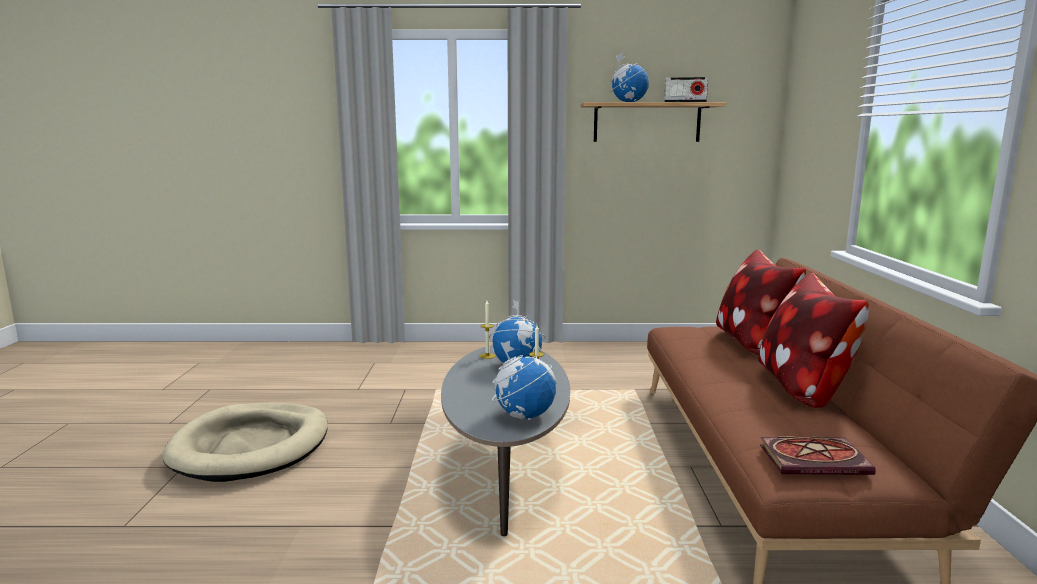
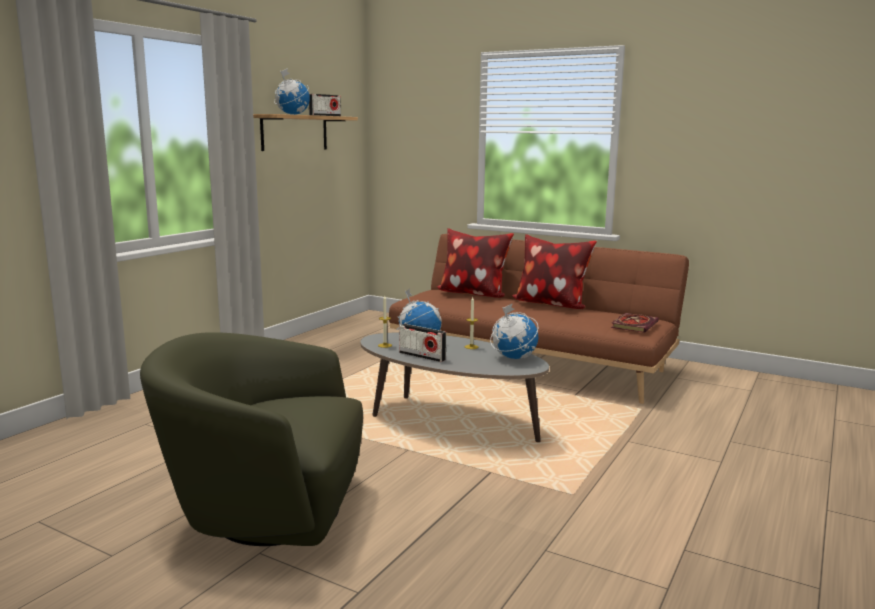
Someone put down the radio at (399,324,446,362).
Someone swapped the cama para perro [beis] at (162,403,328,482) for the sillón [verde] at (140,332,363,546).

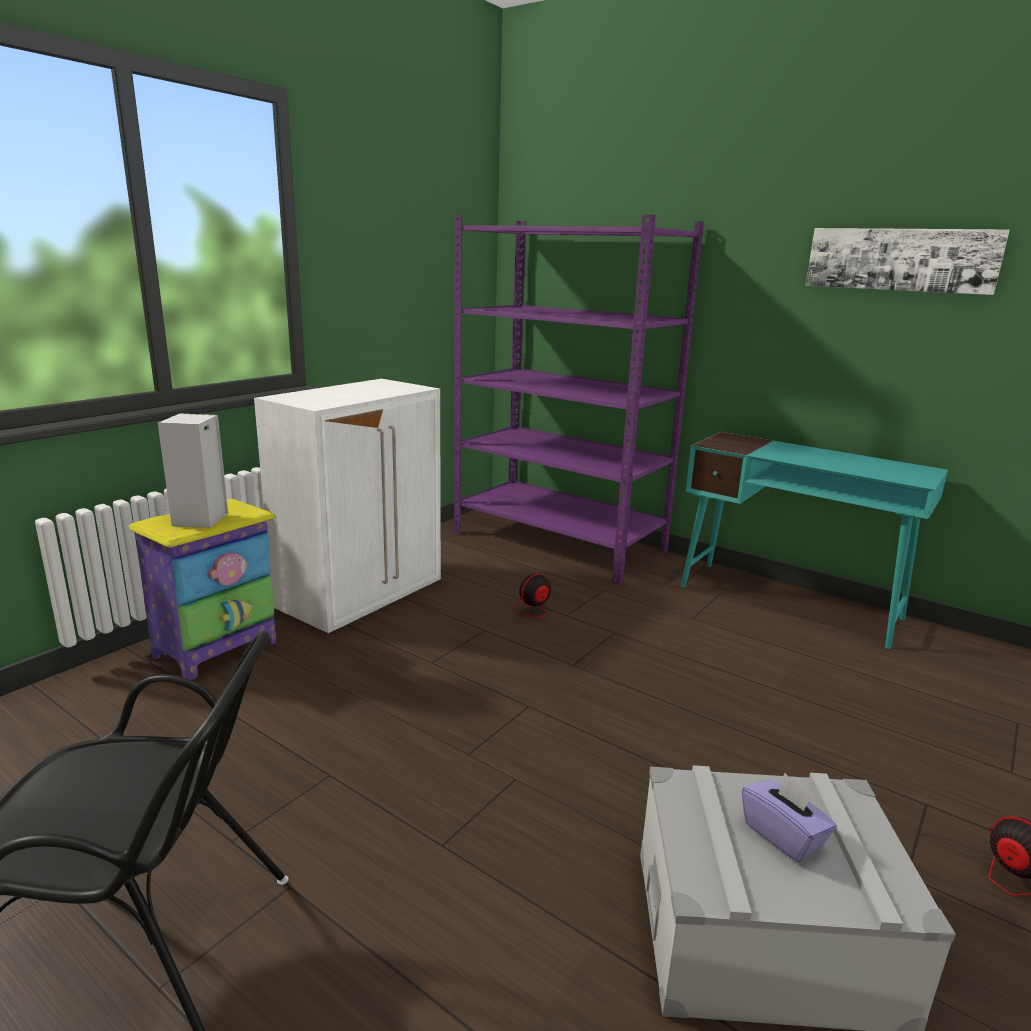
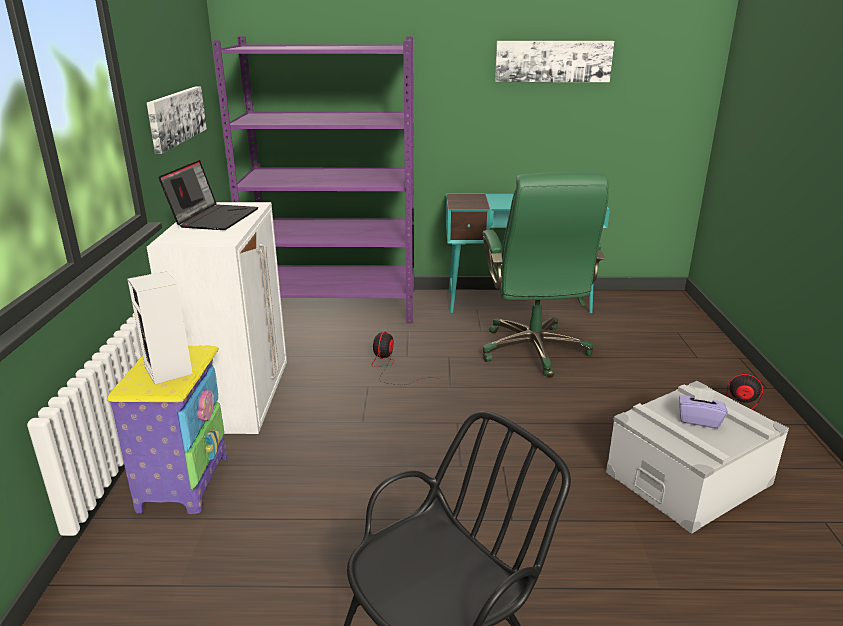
Someone put up the cuadro at (147,86,207,154).
Someone put down the portátil at (158,160,258,230).
Someone put down the silla de oficina [verde] at (483,172,609,378).

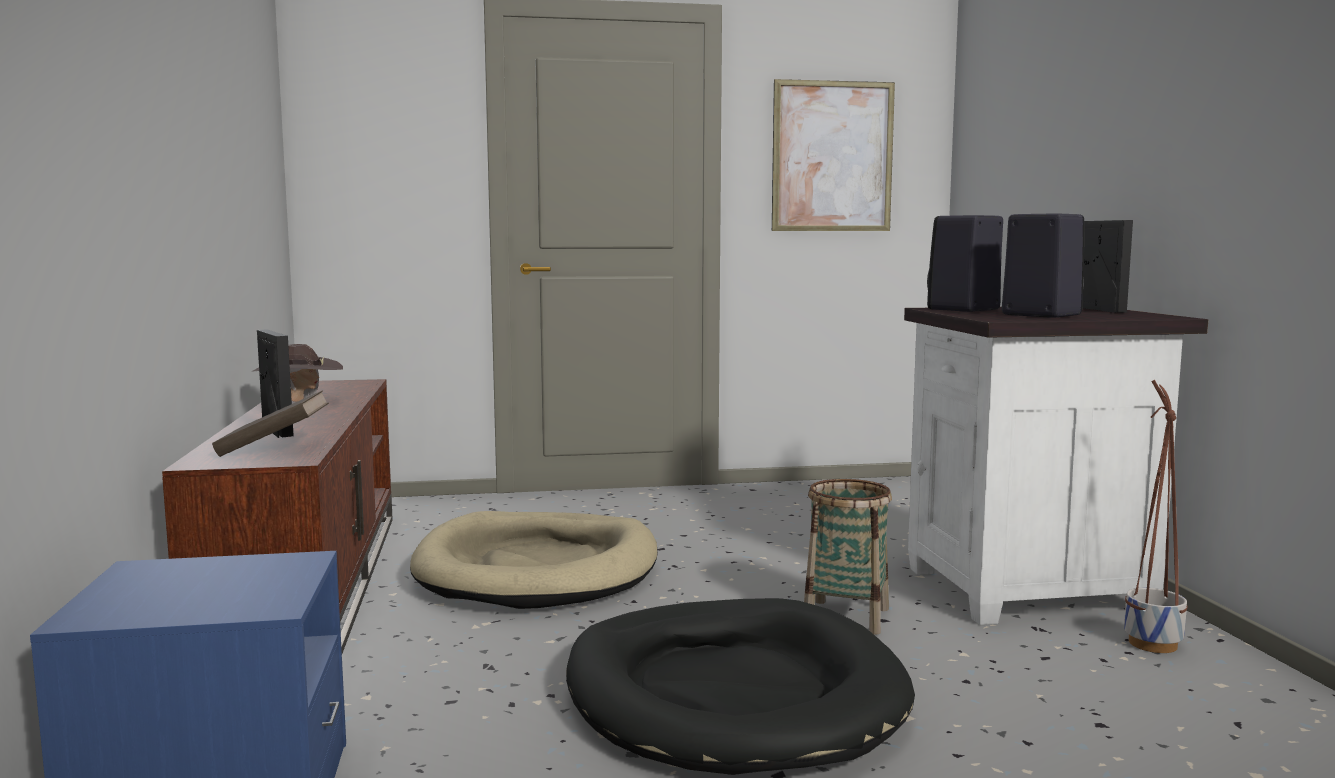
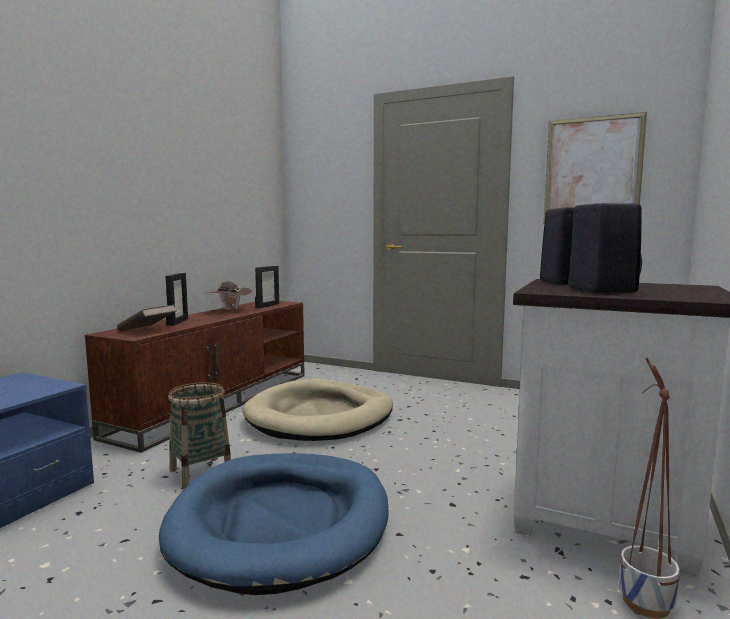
Someone carried the cesta from (804,479,892,635) to (168,382,231,488).
Someone carried the portarretratos from (1082,220,1133,313) to (255,266,279,308).
Someone repainted the cama para perro [negro] at (566,598,915,775), which became the cama para perro [azul] at (159,453,389,595).

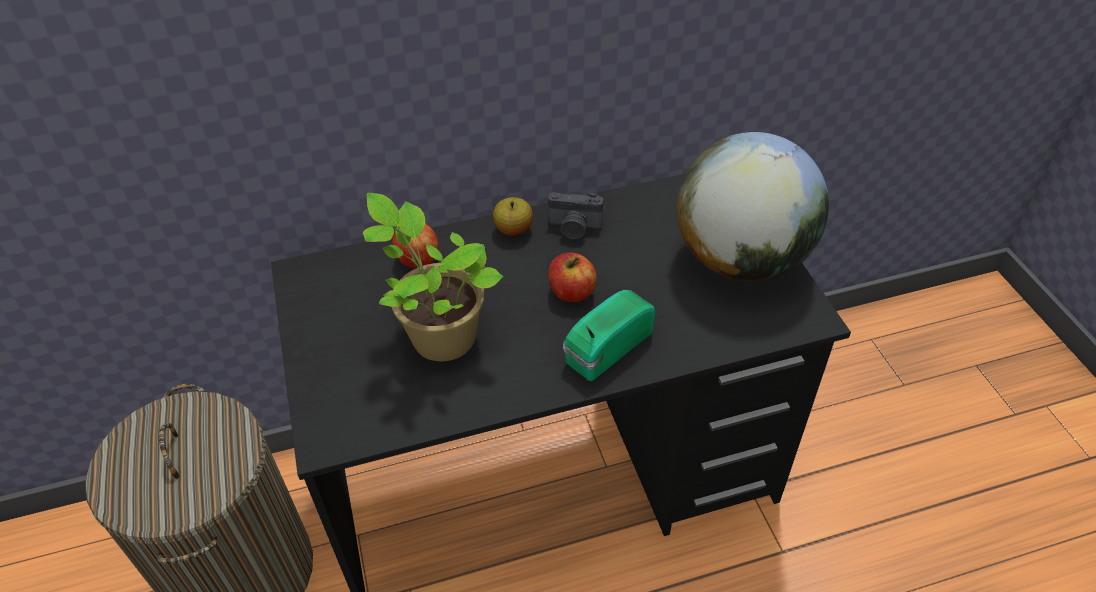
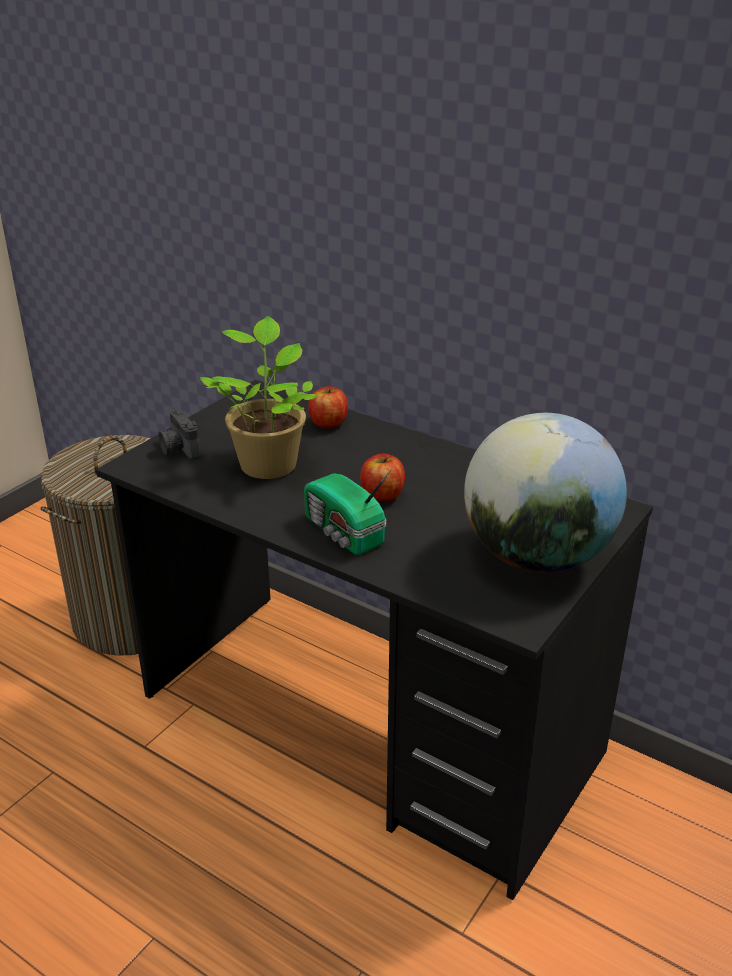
Someone took away the manzana at (493,197,533,236).
Someone carried the cámara from (548,192,603,240) to (158,409,200,460).
Someone rotated the radio at (563,290,656,381) by 135 degrees counterclockwise.

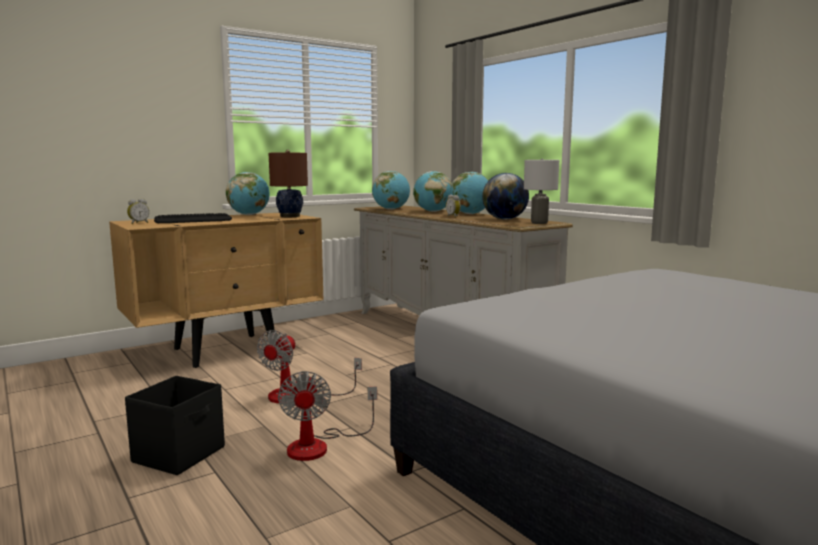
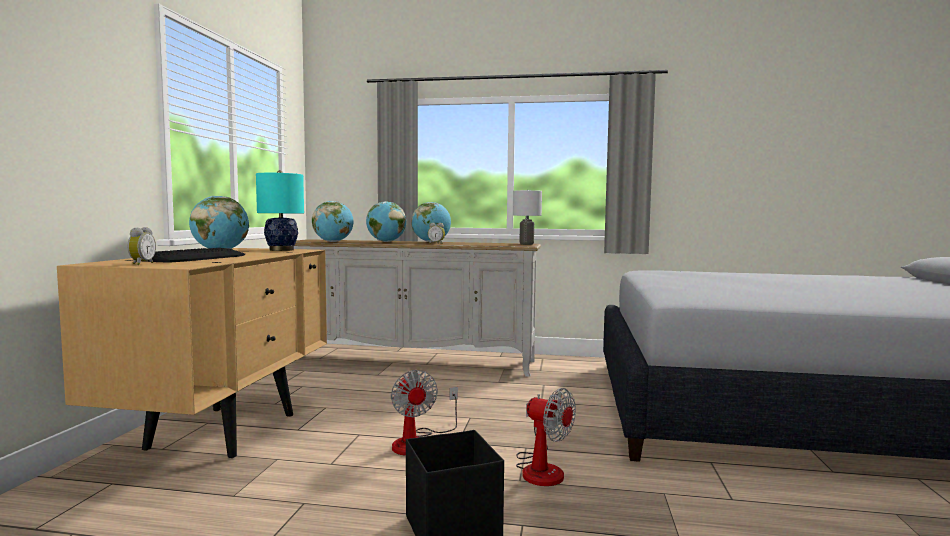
Someone took away the globo terráqueo at (482,173,529,220).
Someone repainted the lámpara de mesa [marrón] at (269,150,308,217), which became the lámpara de mesa [turquesa] at (256,170,304,251).

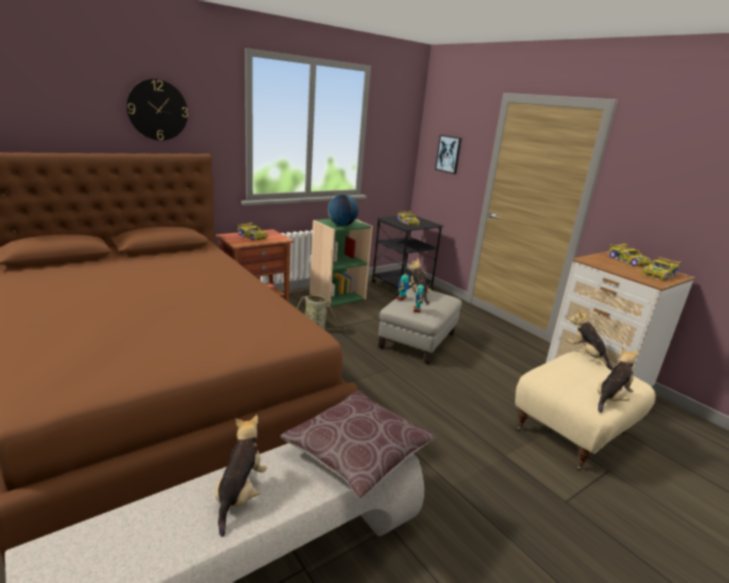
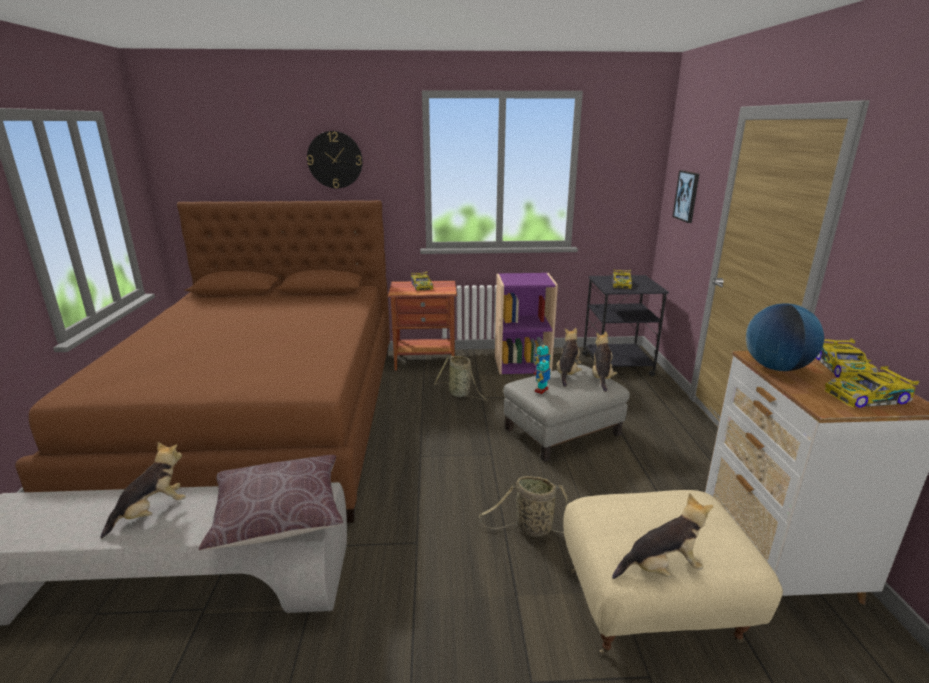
Someone put down the cesta at (479,476,567,537).
Someone carried the globo terráqueo from (328,194,359,226) to (746,303,824,371).
Someone carried the peluche from (568,309,613,371) to (592,331,618,392).
Someone repainted the estantería [verde] at (310,219,373,307), which became the estantería [morado] at (495,273,558,374).

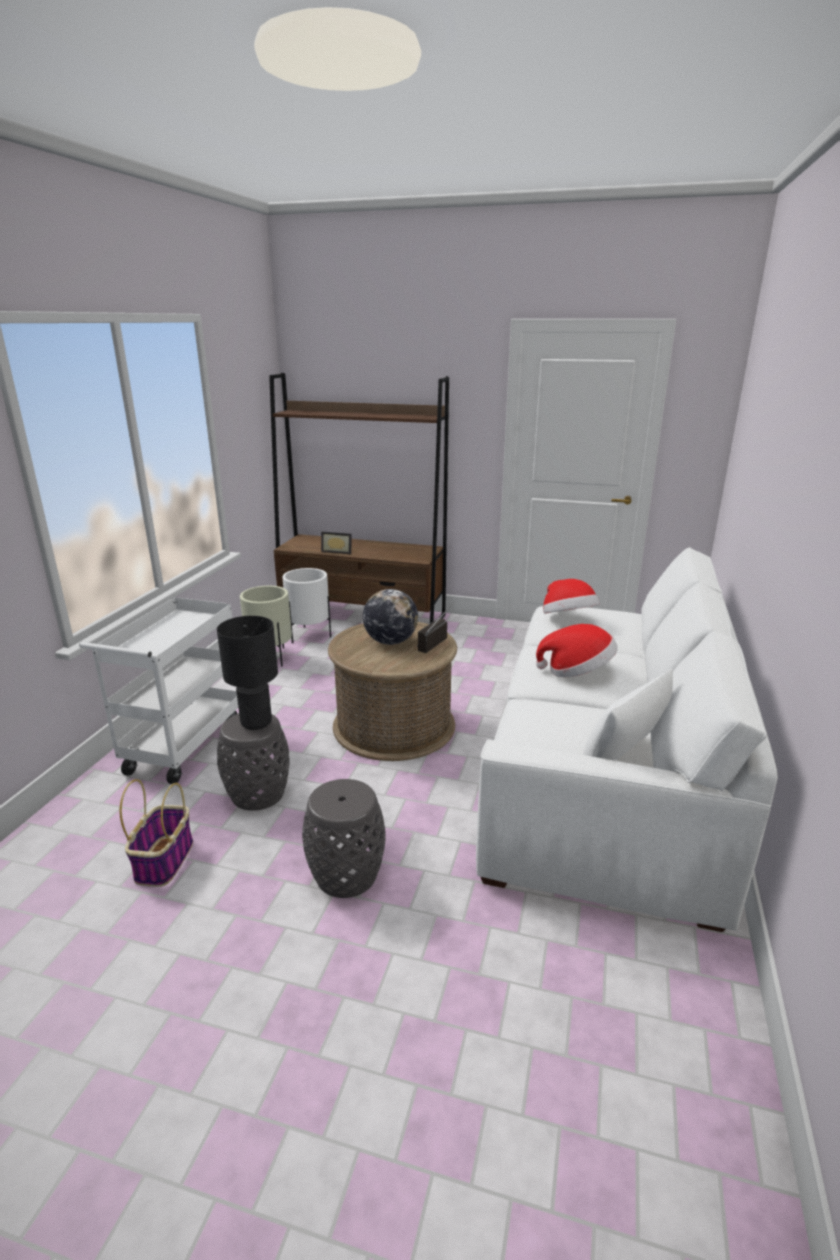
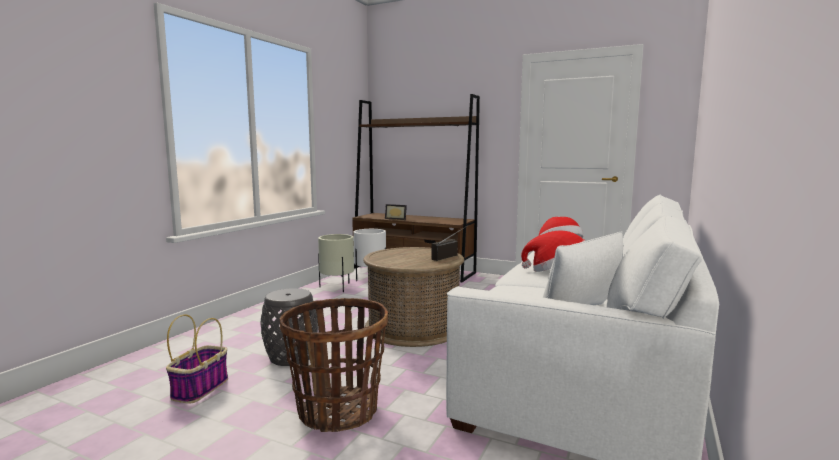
Someone took away the carrito [blanco] at (79,598,238,784).
Someone took away the lámpara de mesa [negro] at (217,616,278,730).
Someone took away the globo terráqueo at (363,589,418,645).
Someone swapped the taburete [gris] at (302,779,386,898) for the cesta at (280,298,388,432).

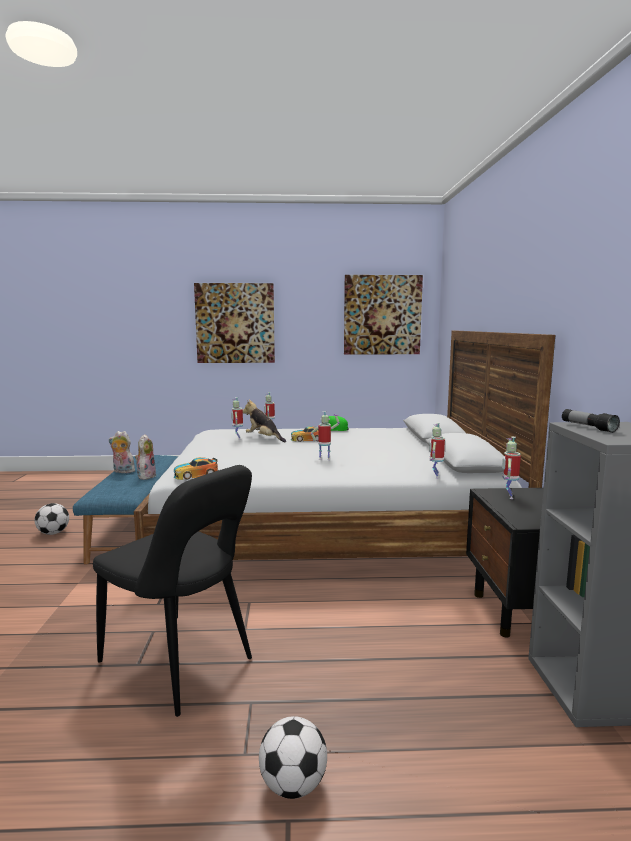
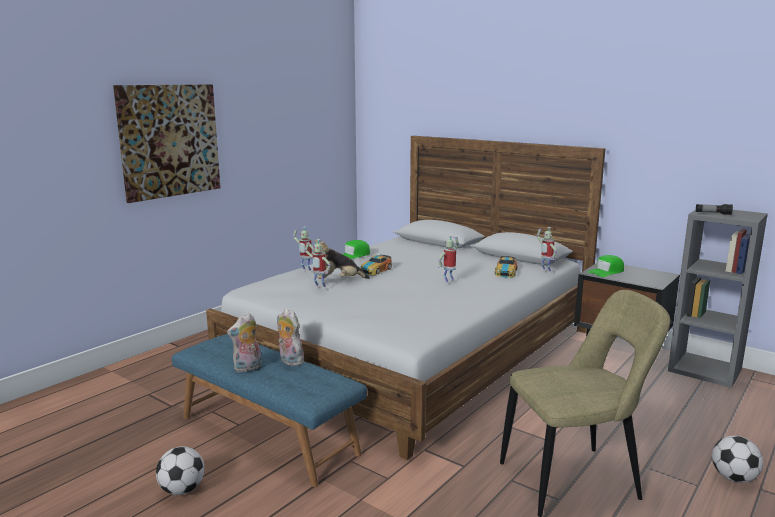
Someone took away the cuadro at (344,275,423,354).
Someone carried the coche de juguete from (174,457,218,480) to (495,256,518,278).
Someone swapped the robot de juguete at (502,437,521,499) for the gorra [verde] at (587,255,624,277).
Someone repainted the silla [negro] at (93,465,252,717), which became the silla [beis] at (500,290,670,517).

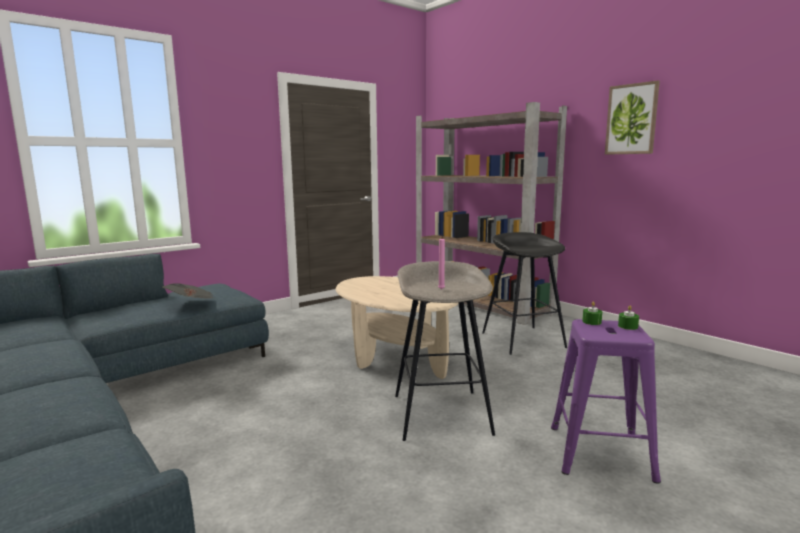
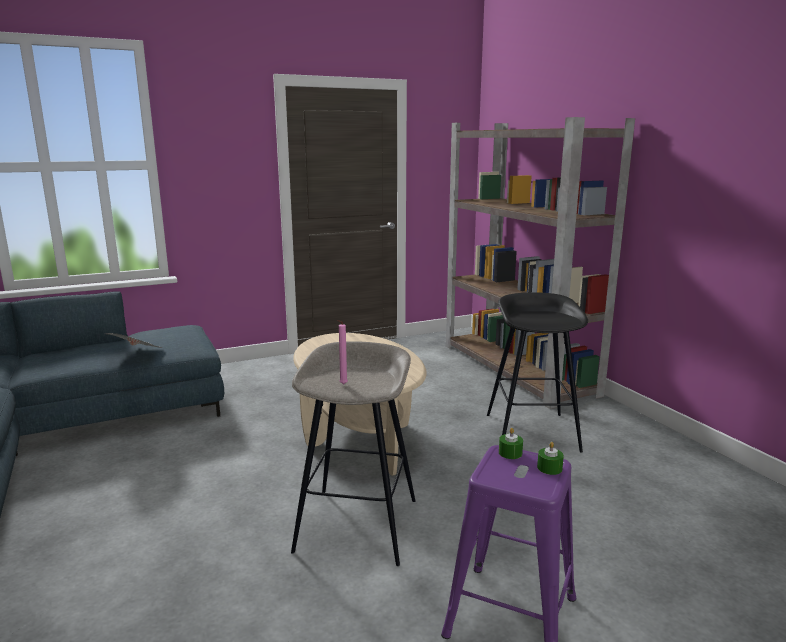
Someone took away the cuadro at (605,80,660,155).

